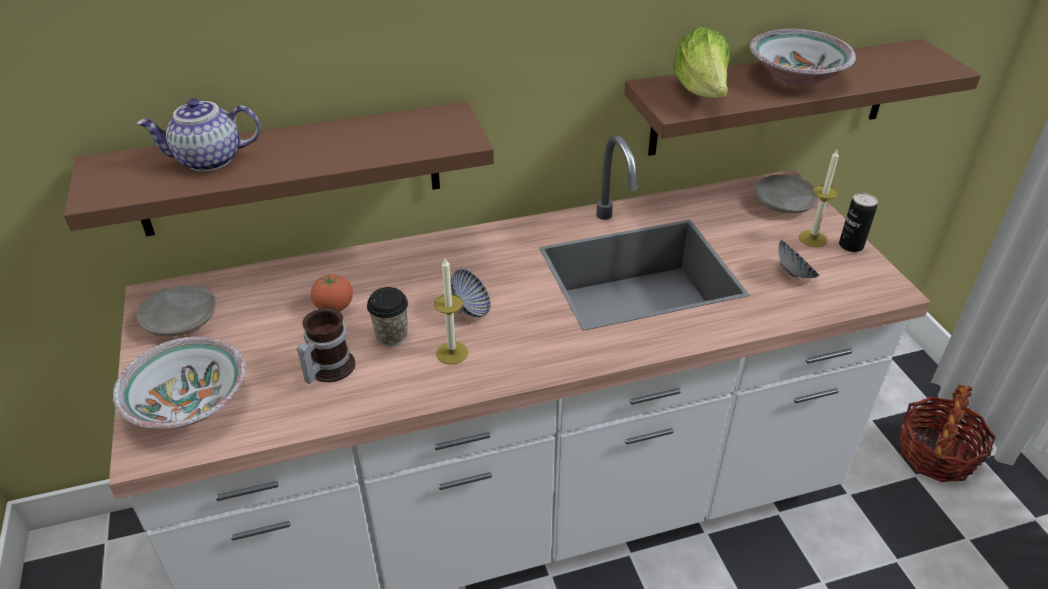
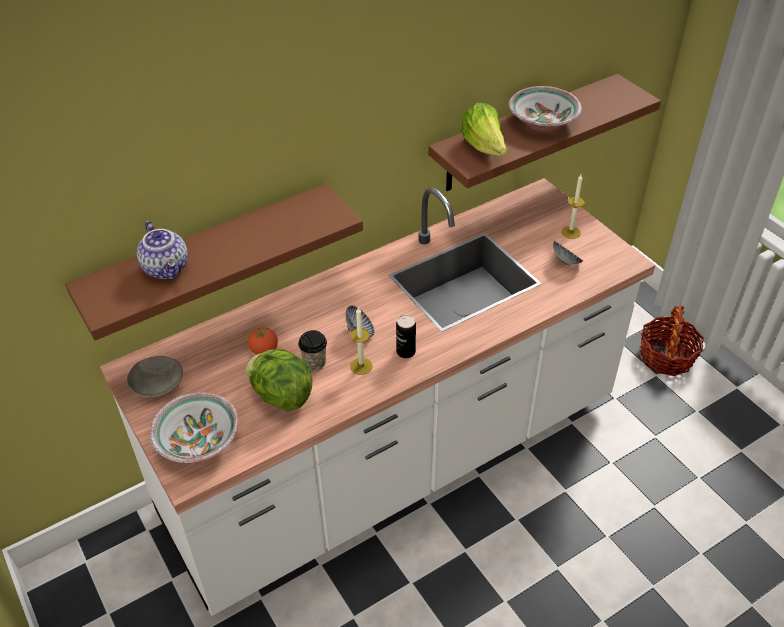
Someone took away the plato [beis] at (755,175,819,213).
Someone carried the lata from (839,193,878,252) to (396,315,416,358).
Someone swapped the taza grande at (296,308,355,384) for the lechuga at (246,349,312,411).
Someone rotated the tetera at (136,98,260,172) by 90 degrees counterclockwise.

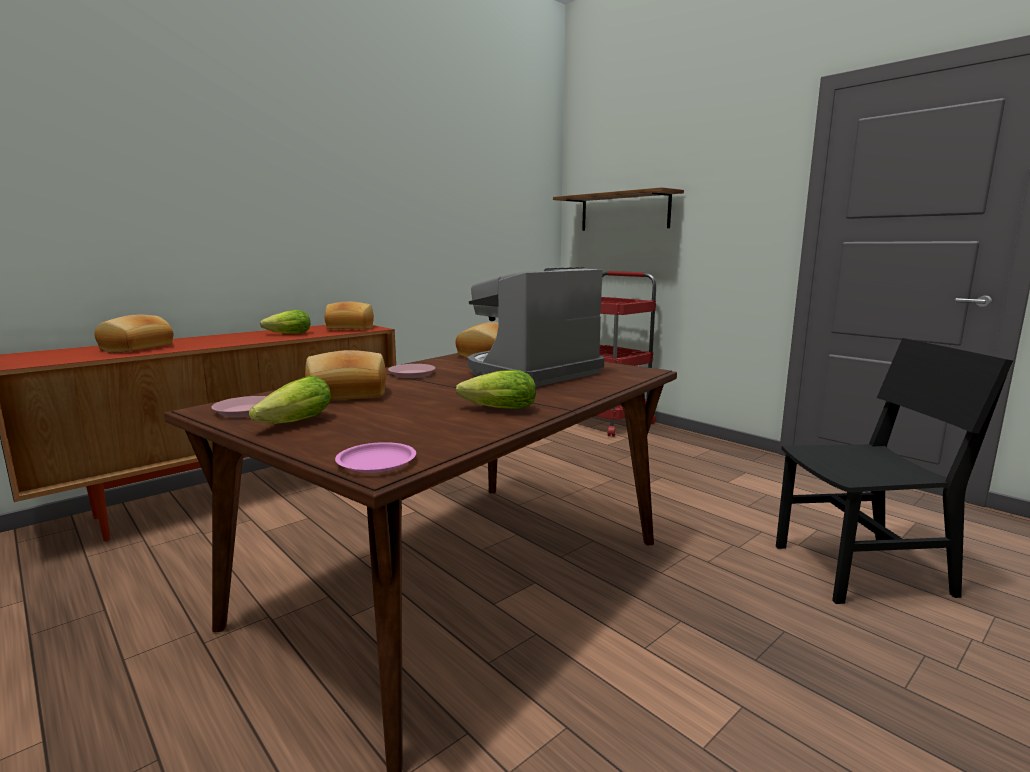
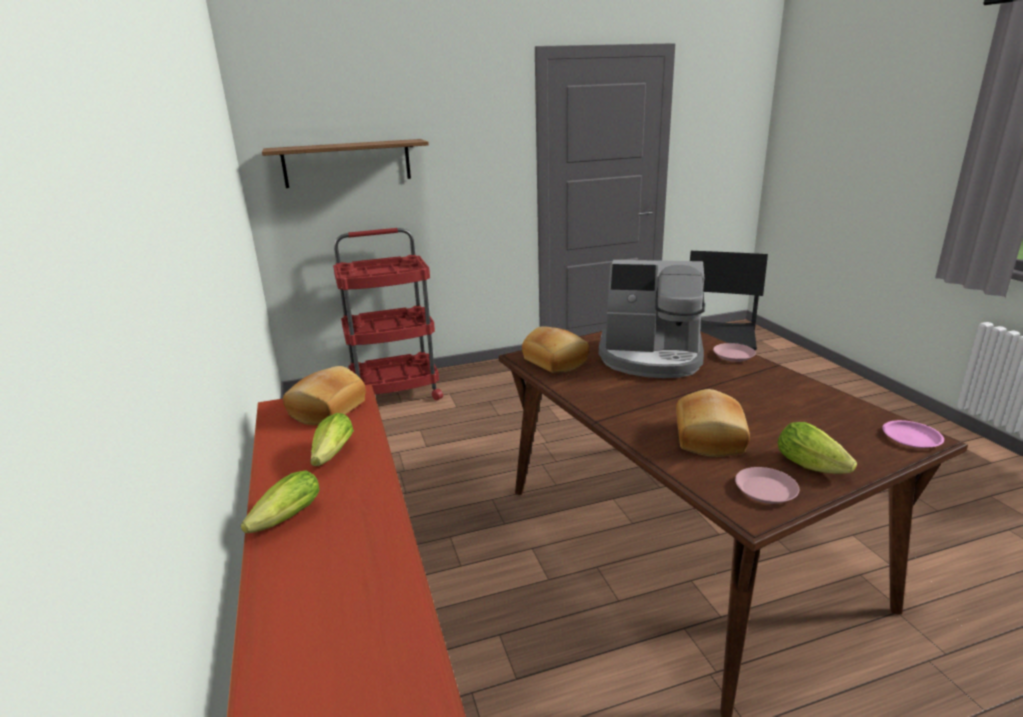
Someone took away the pan at (94,315,173,353).
Someone carried the plato [rosa] from (388,364,435,378) to (713,343,756,362).
Someone carried the lechuga from (456,370,536,409) to (241,471,319,533).
Someone rotated the cafetera at (467,267,604,387) by 60 degrees counterclockwise.

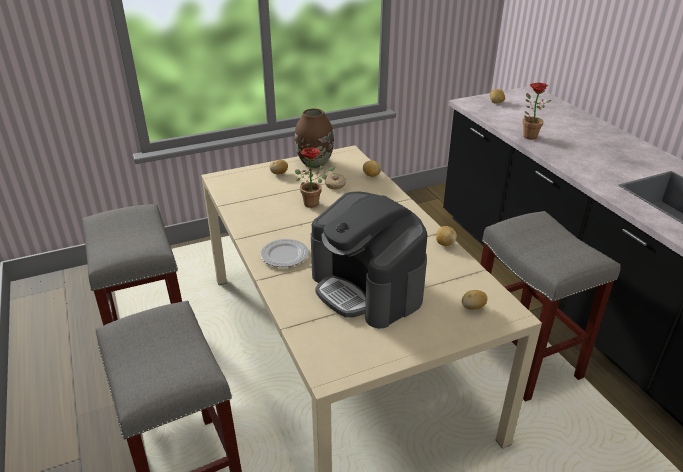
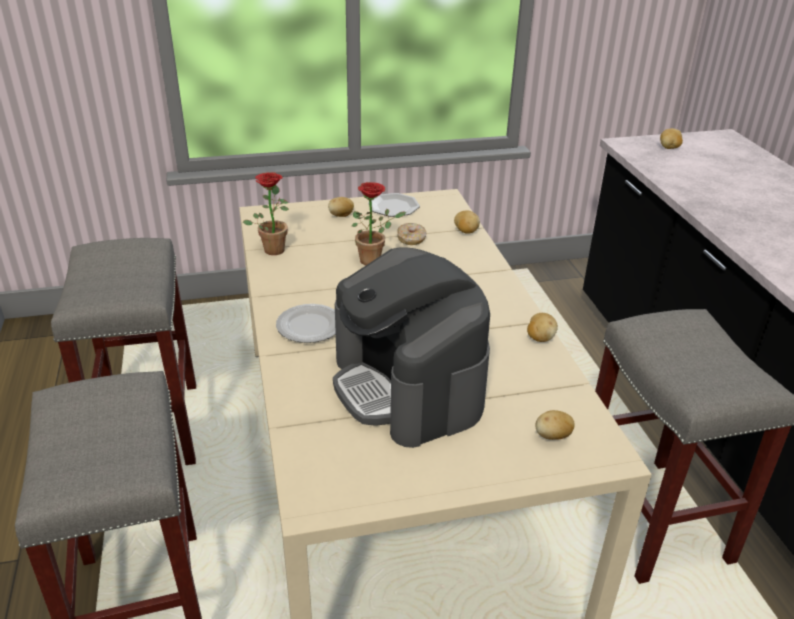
Someone carried the planta en maceta from (523,83,551,140) to (243,172,289,255).
Someone swapped the florero [marrón] at (295,109,334,168) for the plato at (368,193,420,217).

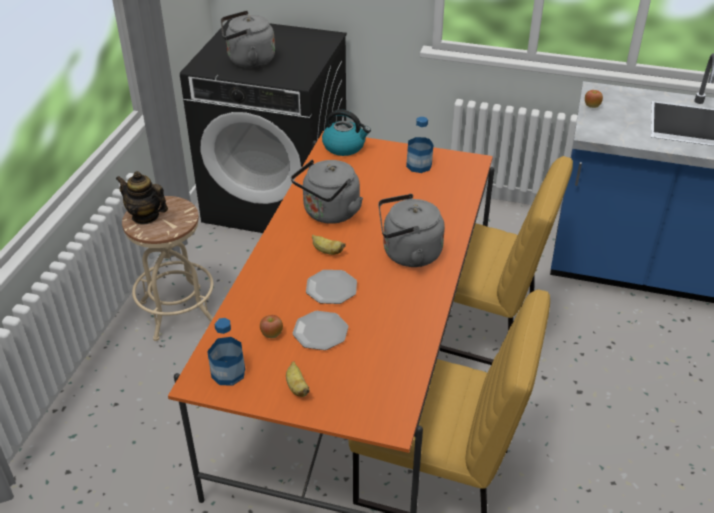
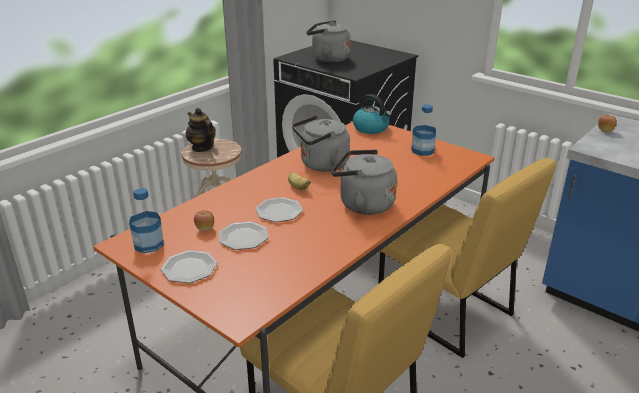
Someone swapped the plátano at (286,361,310,397) for the plato at (161,250,217,283).

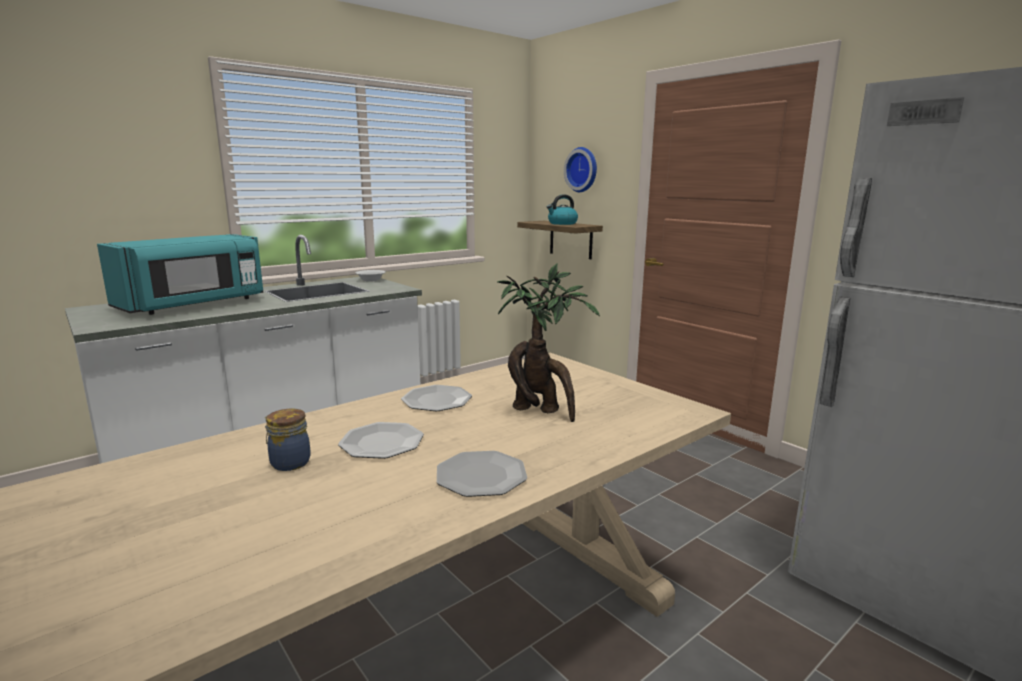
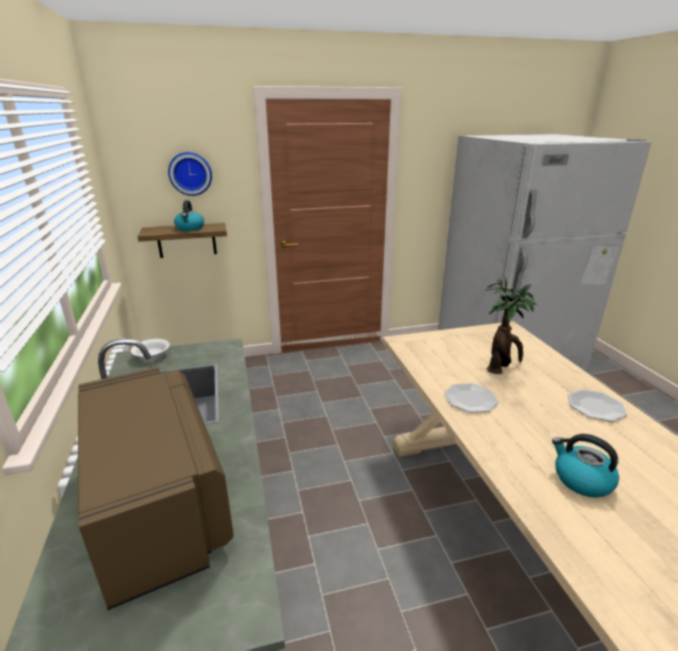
Someone took away the plato at (338,422,424,459).
Someone swapped the tarro at (265,408,311,471) for the hervidor at (552,434,619,497).
Someone repainted the microondas [turquesa] at (97,234,263,315), which became the microondas [marrón] at (78,367,234,610).

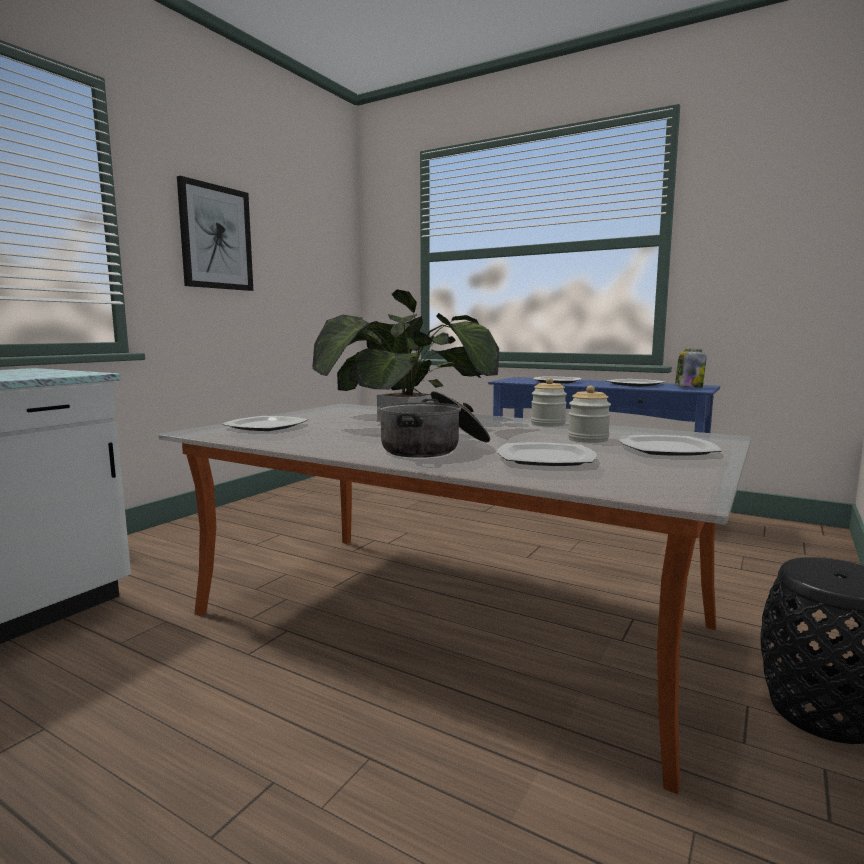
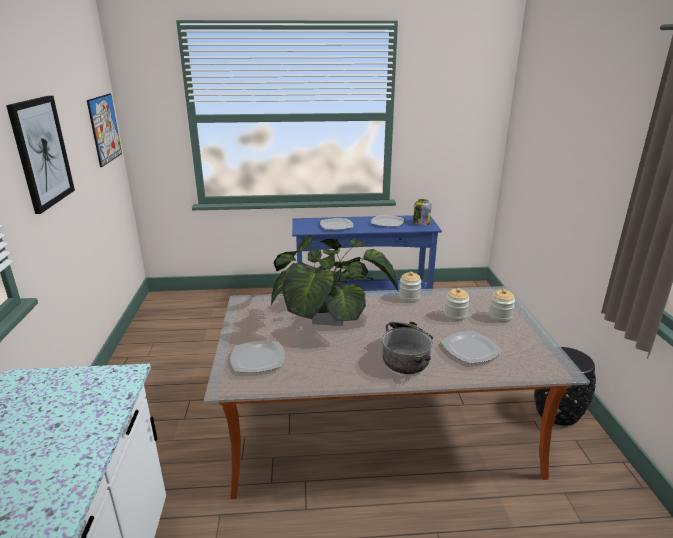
Someone put up the cuadro at (87,93,122,167).
Someone swapped the plato at (619,435,722,456) for the tarro at (489,289,515,322).

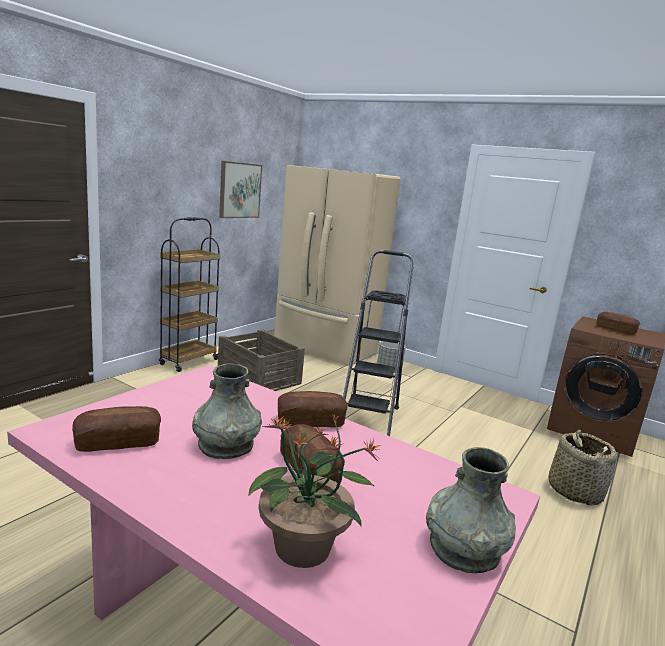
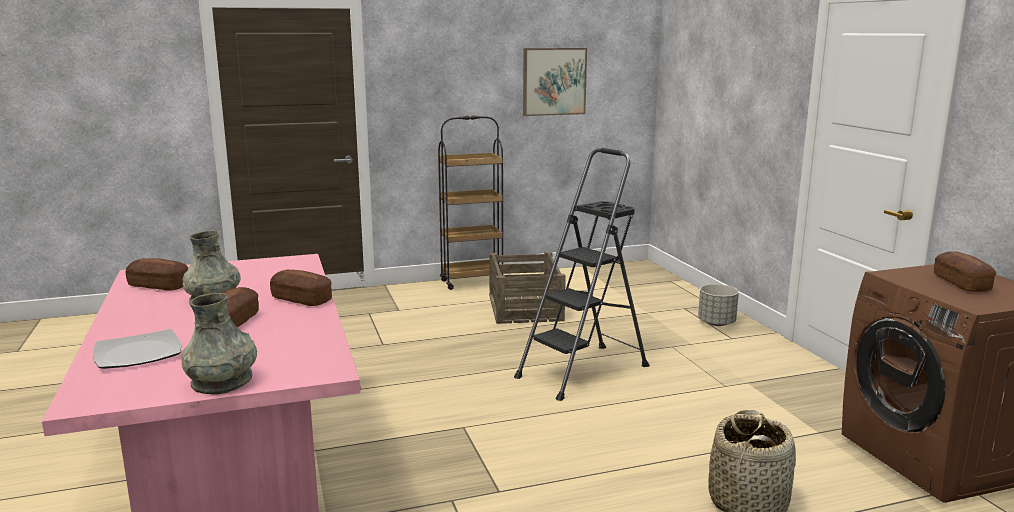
Someone took away the nevera [beis] at (274,165,401,366).
Someone swapped the planta en maceta at (249,413,381,568) for the plato at (93,329,181,369).

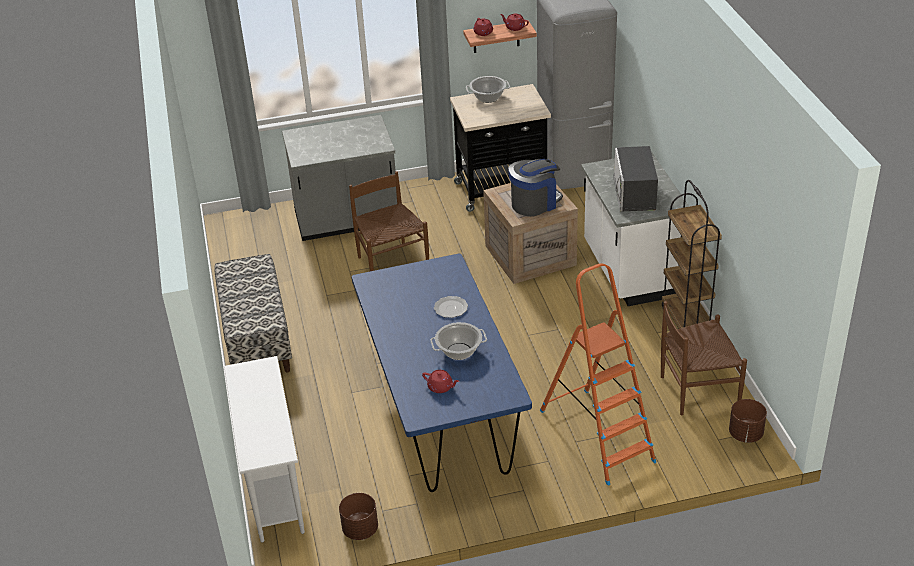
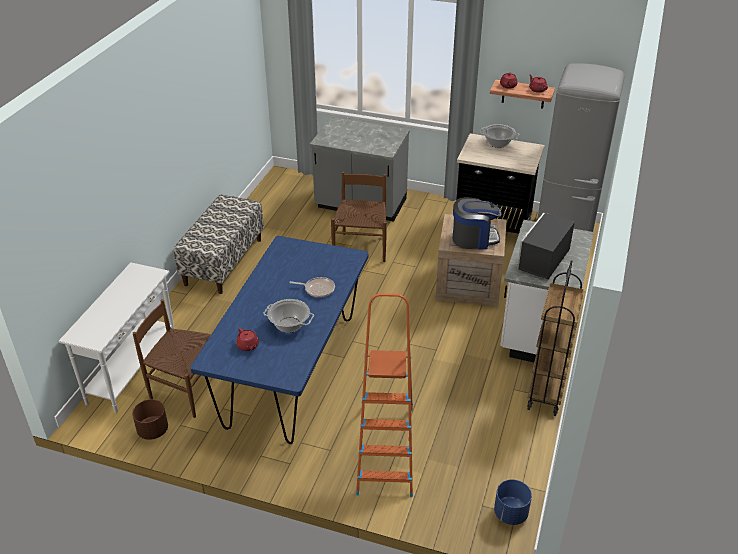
Someone carried the silla [marrón] from (661,301,747,416) to (133,299,211,418).
Someone swapped the plato at (434,296,468,318) for the sartén at (289,277,335,298).
Someone repainted the maceta [marrón] at (729,399,767,443), which became the maceta [azul] at (494,479,532,525).

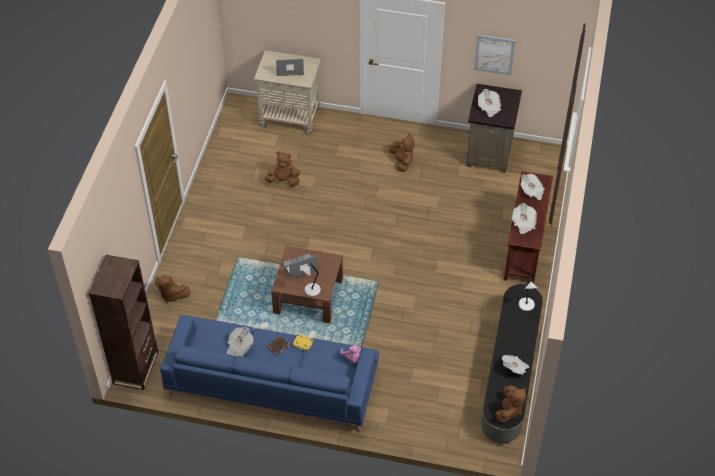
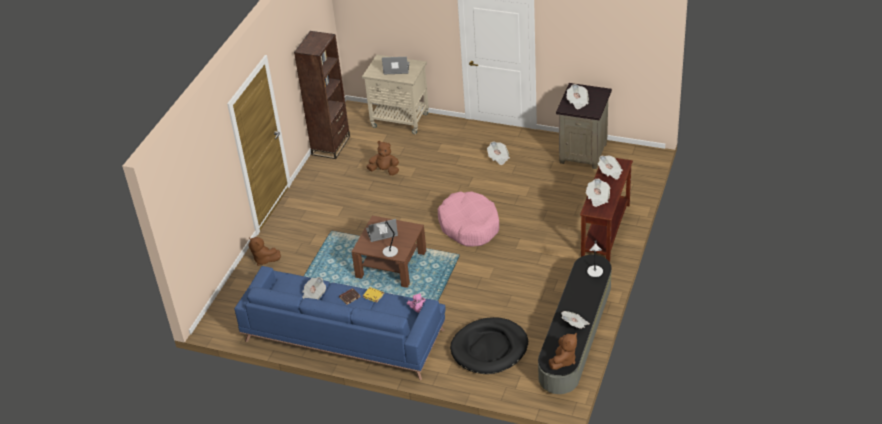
Someone took away the cuadro at (474,34,516,75).
Someone put down the cama para perro [rosa] at (438,191,499,246).
Someone put down the cama para perro [negro] at (450,317,528,374).
Someone carried the estantería [marrón] from (89,255,158,390) to (294,31,350,159).
Someone swapped the peluche [marrón] at (389,134,414,172) for the periódico at (487,141,510,165).

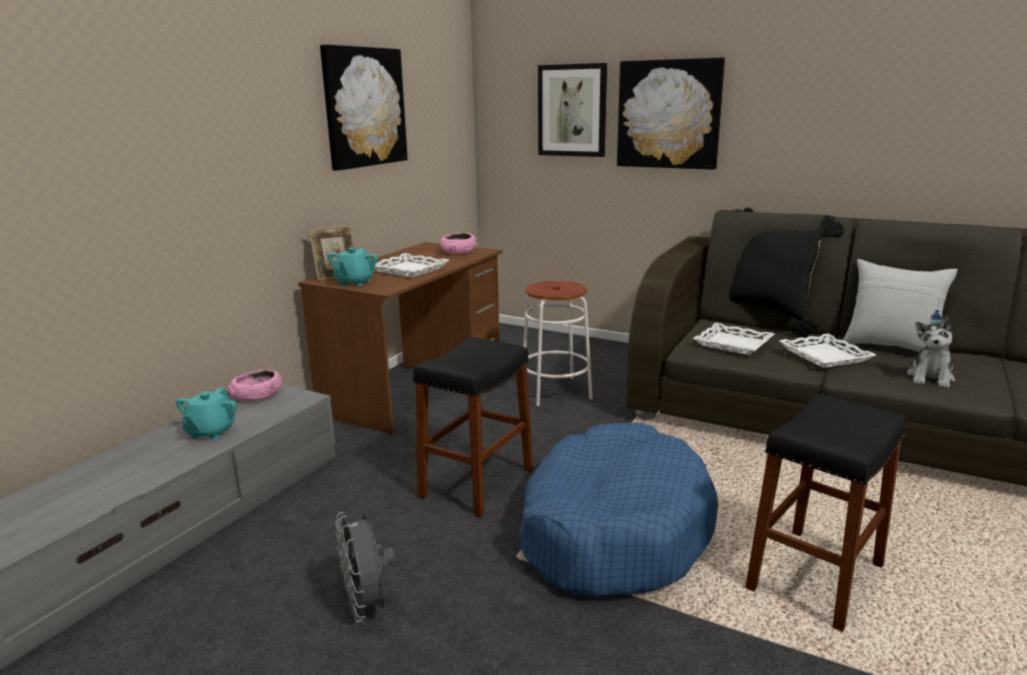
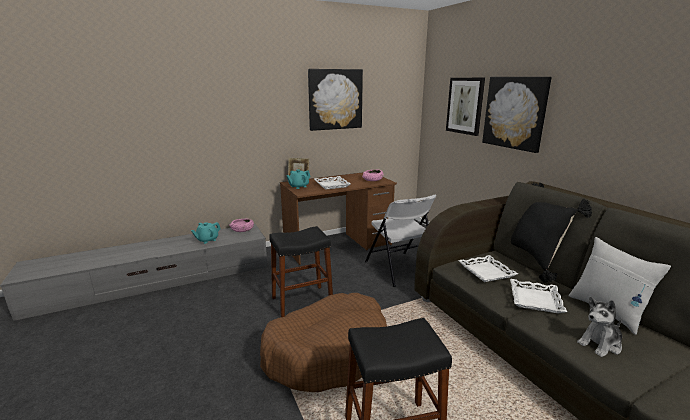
Someone took away the ventilador [gris] at (335,512,395,622).
Someone swapped the taburete [blanco] at (523,281,593,406) for the silla [blanco] at (365,195,436,287).
Someone repainted the cama para perro [azul] at (519,423,718,597), which became the cama para perro [marrón] at (260,293,387,392).

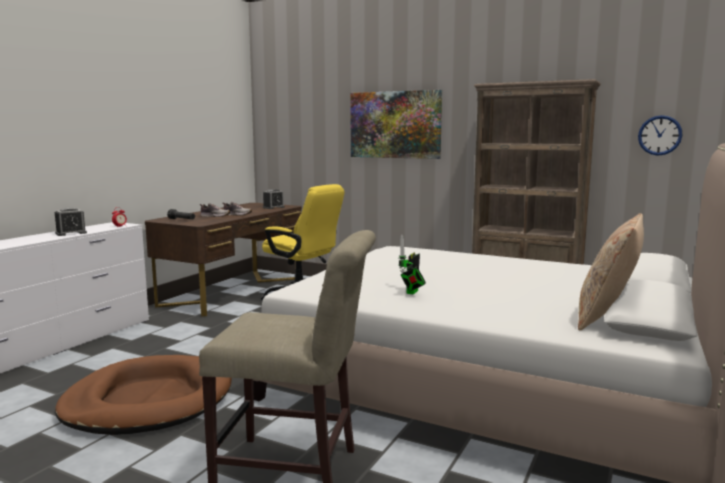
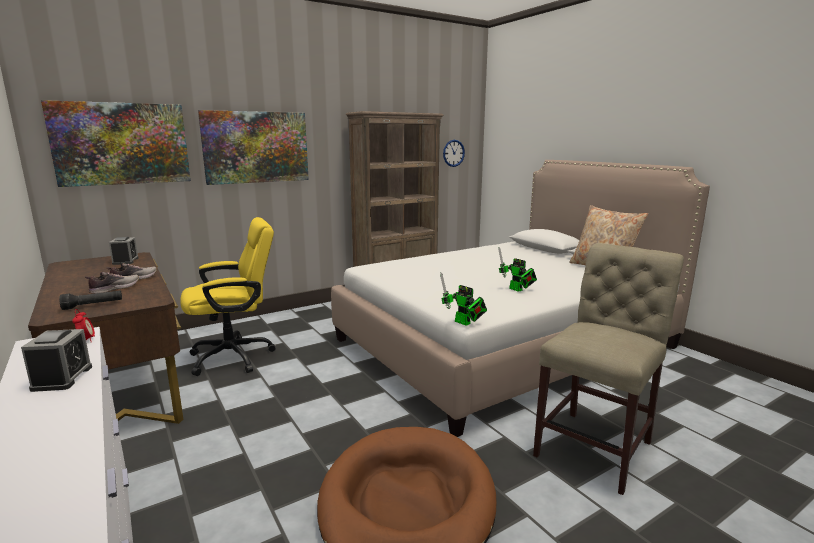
Someone put up the cuadro at (41,100,191,187).
Someone put down the robot de juguete at (440,273,487,326).

